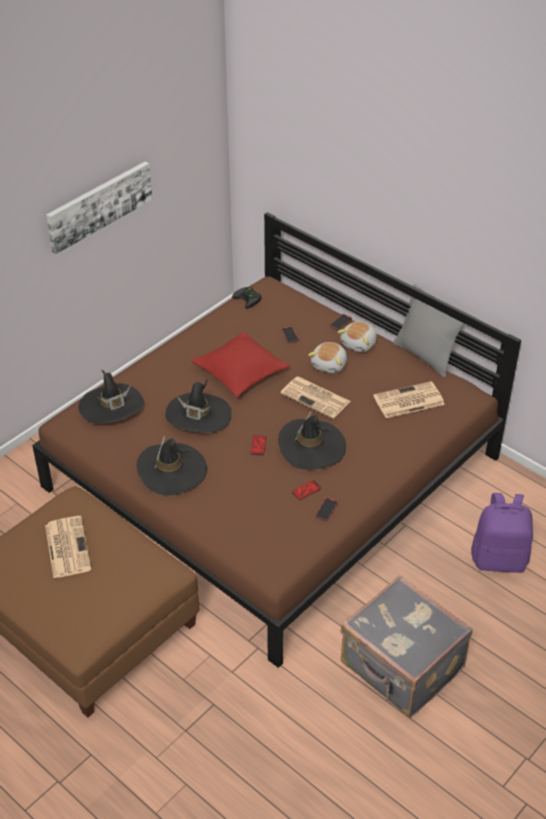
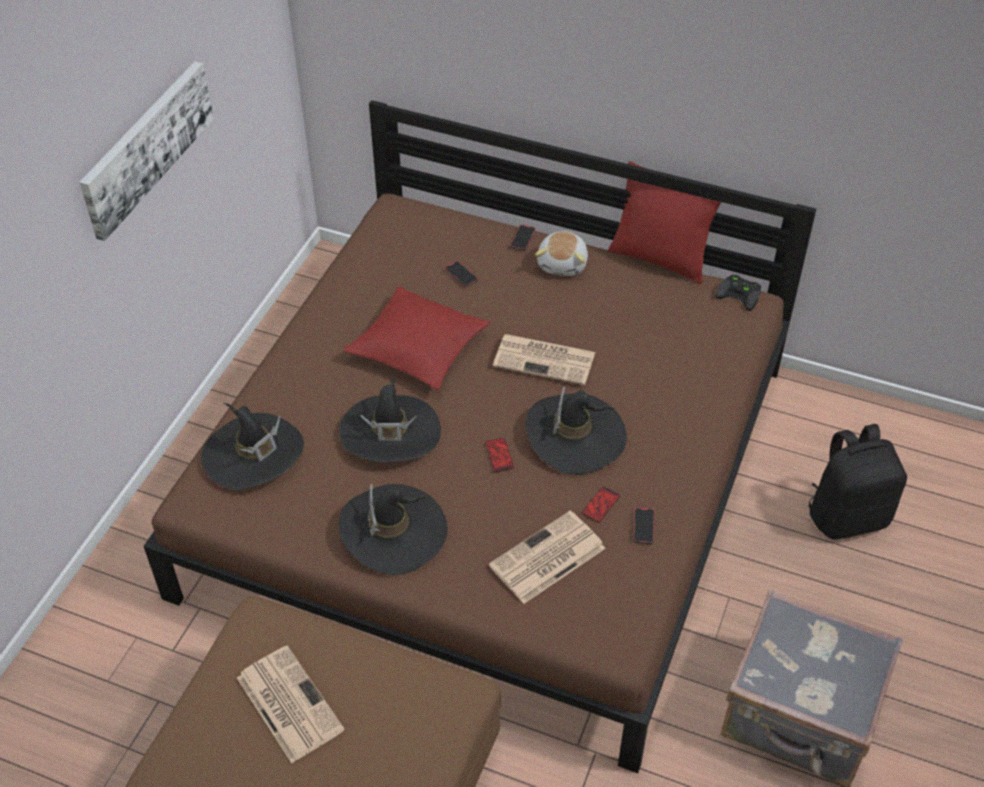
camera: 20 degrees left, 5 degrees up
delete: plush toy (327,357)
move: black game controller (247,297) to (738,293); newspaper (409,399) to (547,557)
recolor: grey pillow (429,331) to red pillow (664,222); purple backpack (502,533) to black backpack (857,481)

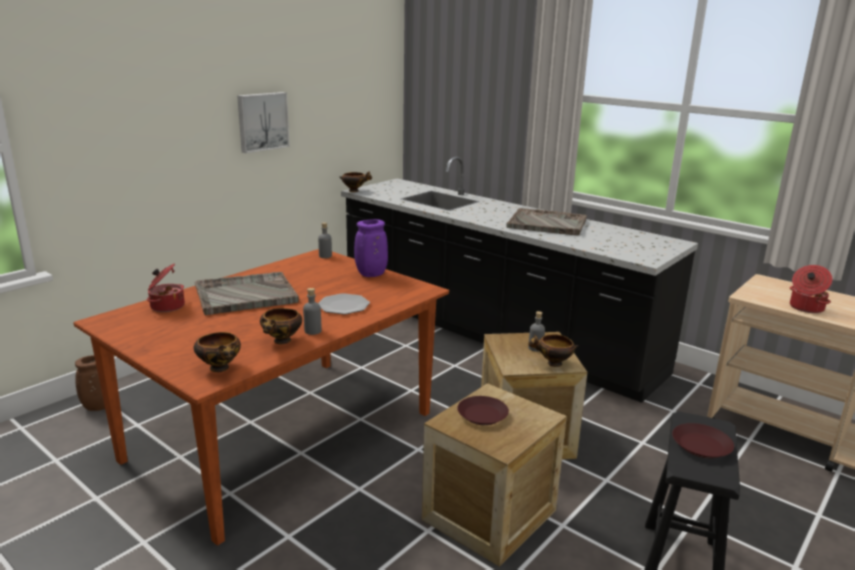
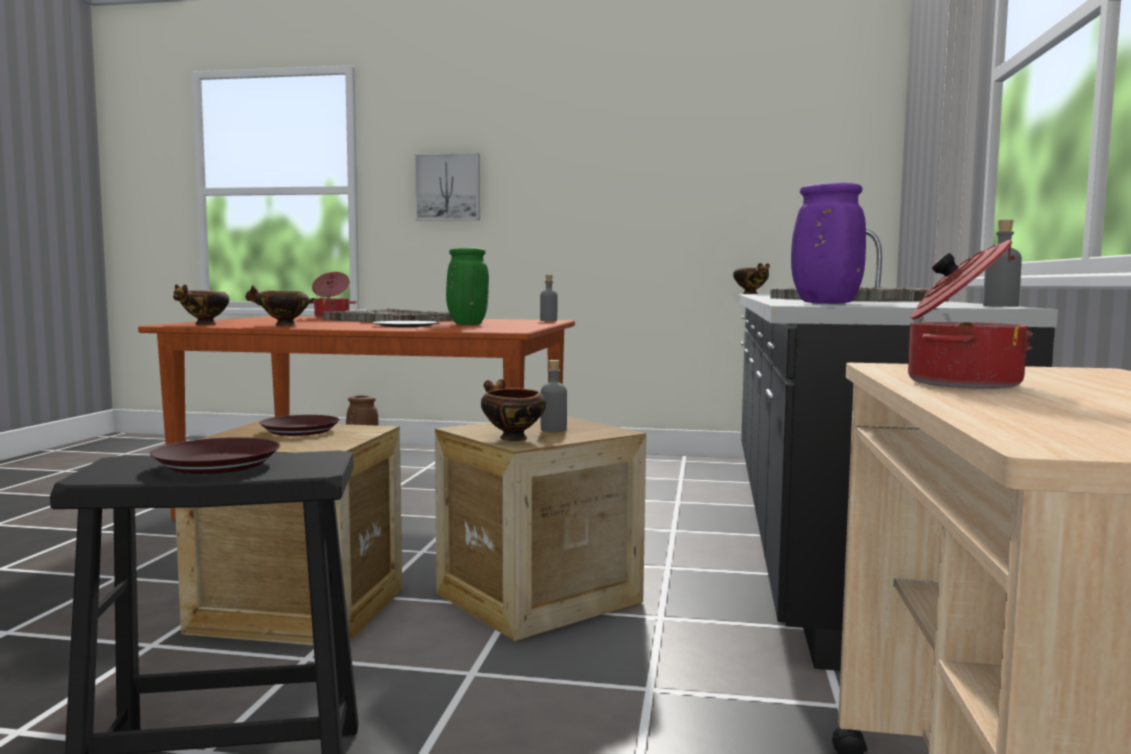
camera: 60 degrees right, 15 degrees down
insert: green vase (467,286)
move: picture (263,122) to (447,187); purple vase (371,248) to (828,243); grey bottle (312,311) to (1002,263)

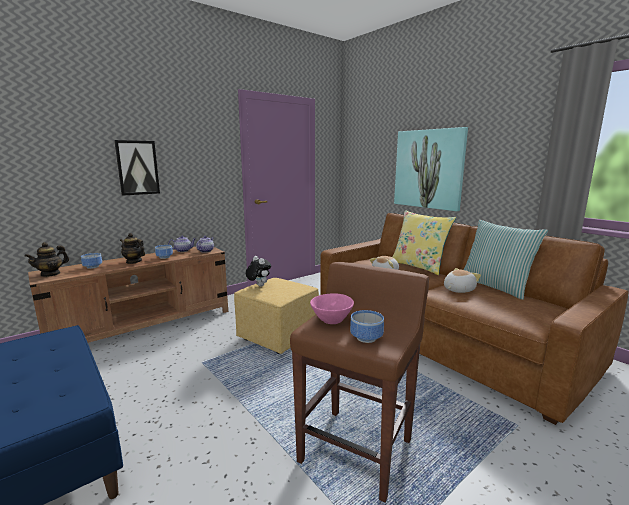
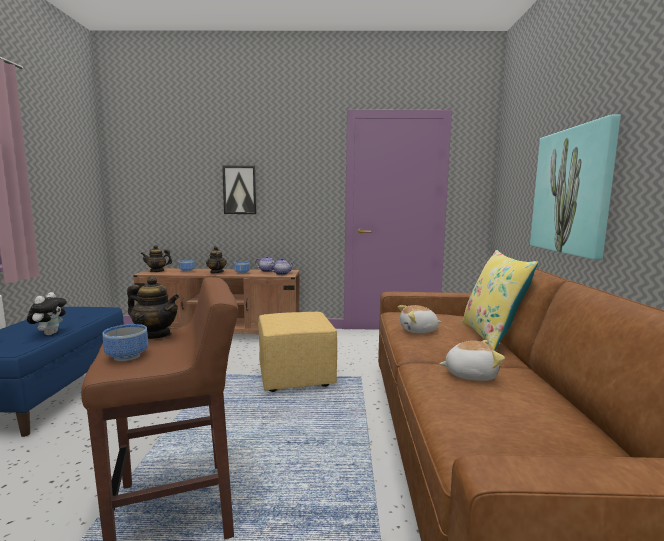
camera: 40 degrees right, 5 degrees down
delete: pillow (505,260)
move: plush toy (258,271) to (47,313)
replace: pink bowl (332,308) to teapot (153,307)

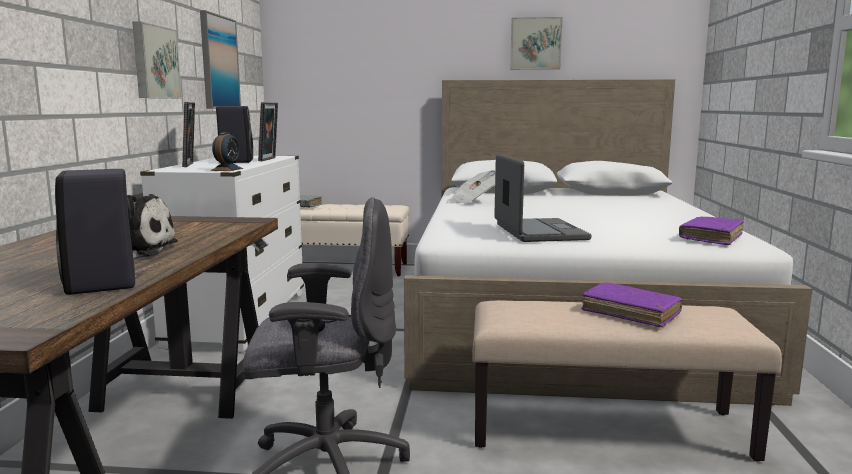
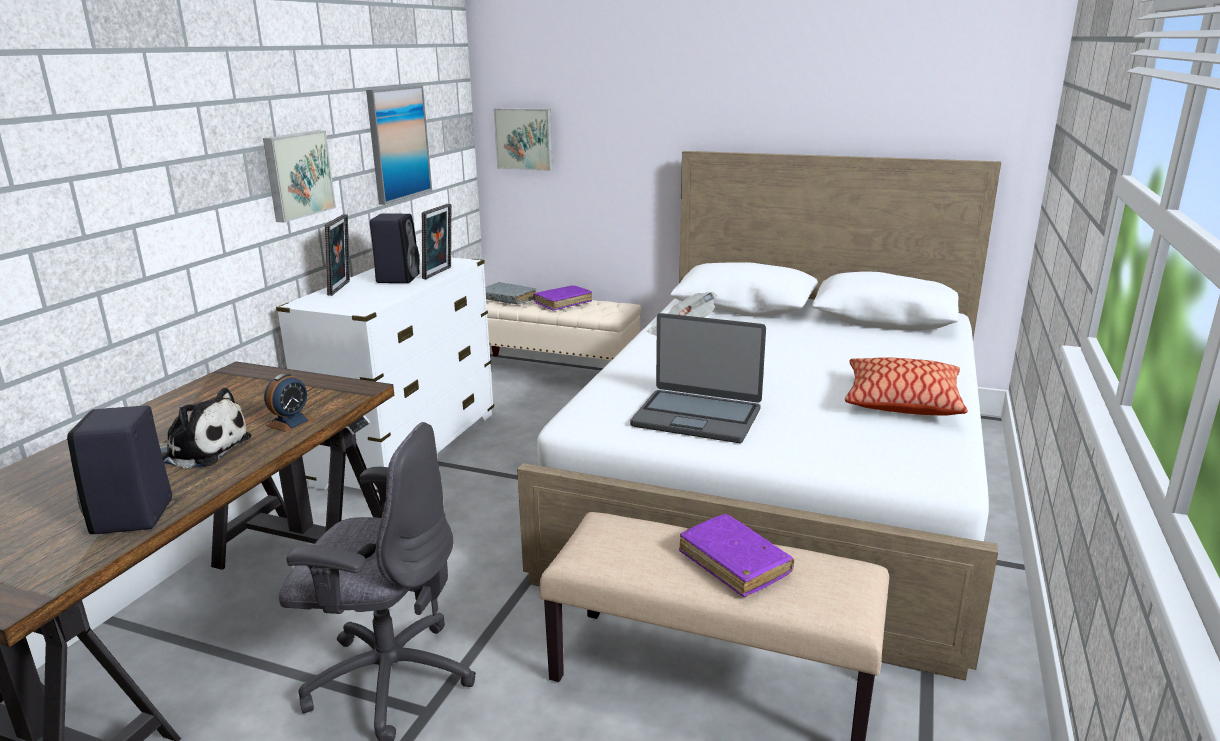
camera: 15 degrees right, 10 degrees up
insert: pillow (906,386)
move: picture (536,43) to (523,139); alarm clock (227,151) to (289,402); purple book (711,230) to (562,298)
rotate: laptop (542,198) = (698,378) 105 degrees clockwise

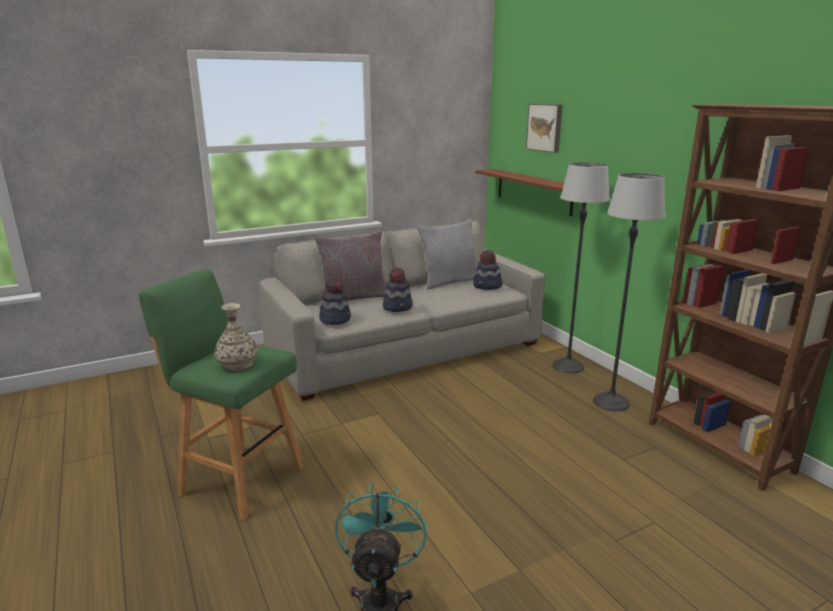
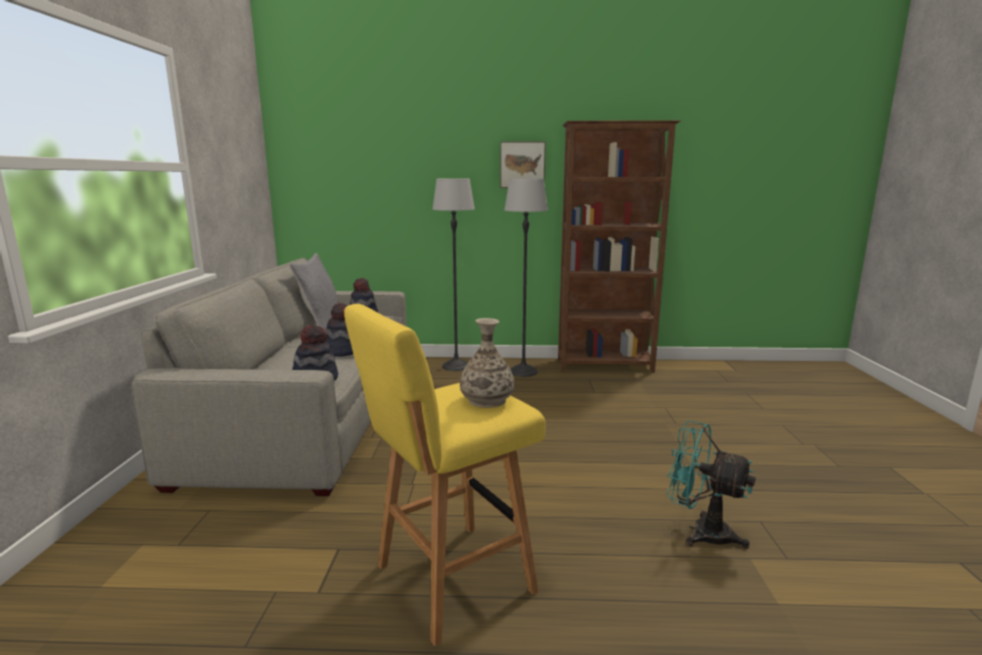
camera: 60 degrees left, 5 degrees down
delete: brown shelf (524,192); grey pillow (351,265)
move: picture (544,128) to (523,164)
recolor: green stool (221,395) to yellow stool (445,475)

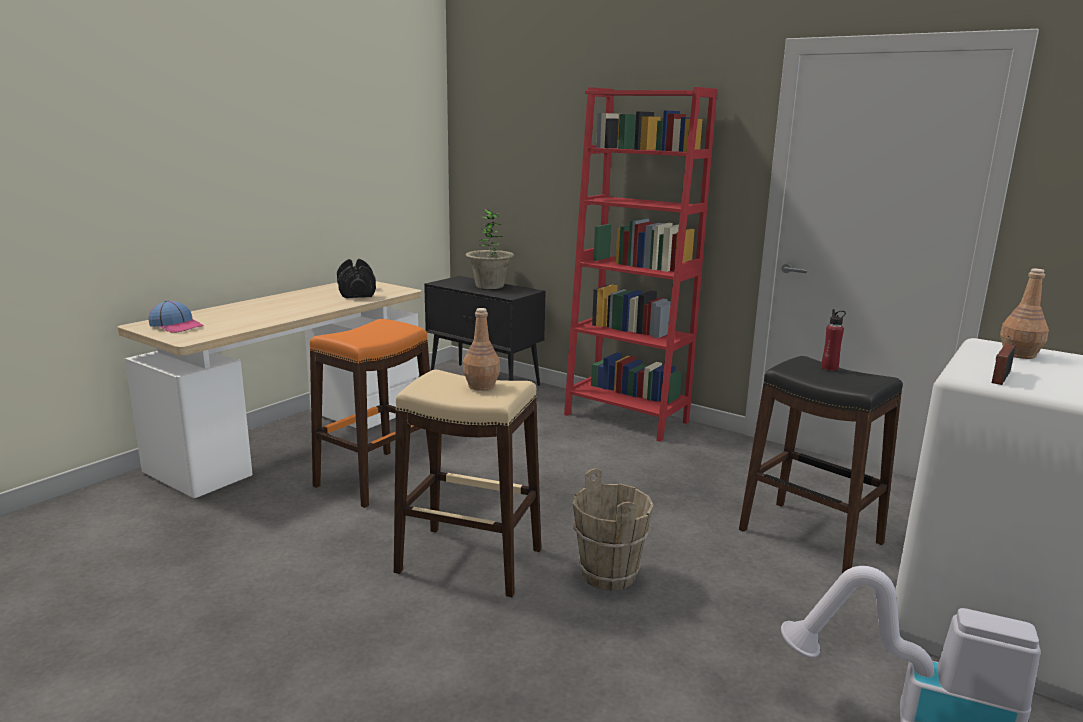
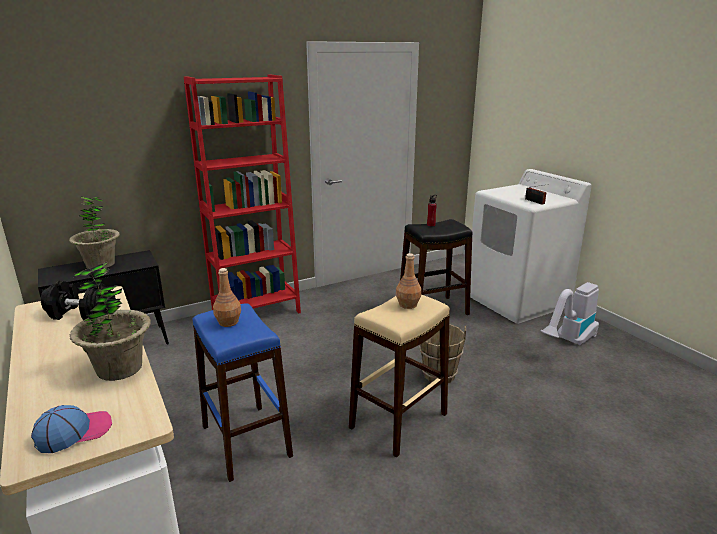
camera: 65 degrees left, 5 degrees up
insert: potted plant (110,321)
move: brown bottle (1024,314) to (227,297)
recolor: orange stool (370,413) to blue stool (243,392)

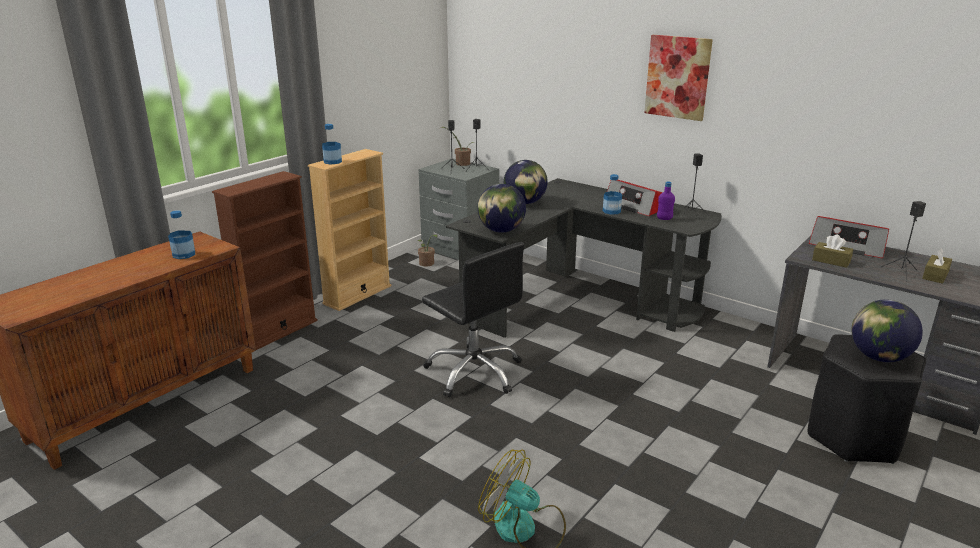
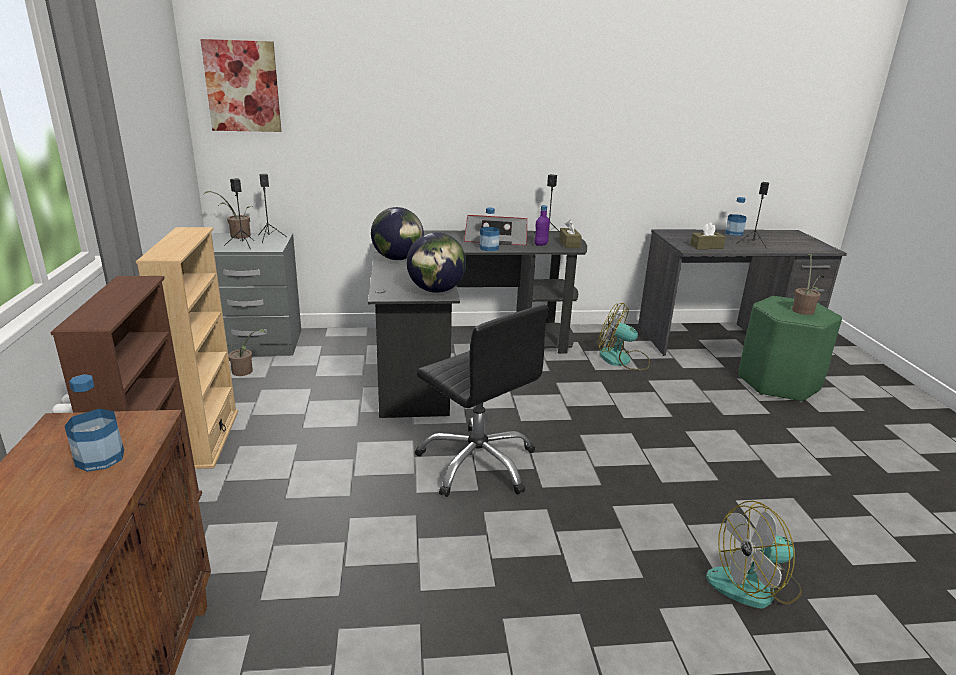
camera: 45 degrees left, 0 degrees up
delete: radio (849,237)
insert: fan (623,336)
move: picture (678,78) to (240,85); bottle (332,144) to (736,216); brown tissue box (937,266) to (570,234)
replace: globe (887,331) to potted plant (808,284)
recolor: black stool (867,399) to green stool (790,349)
rotate: black office chair (473,320) = (482,401) 45 degrees clockwise

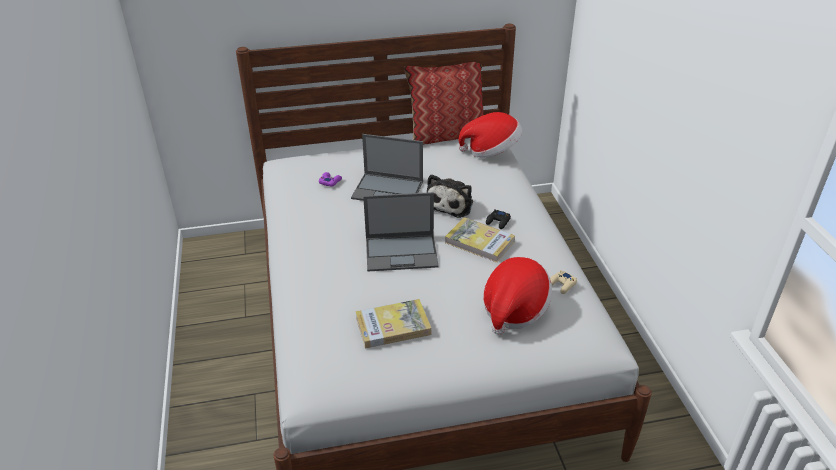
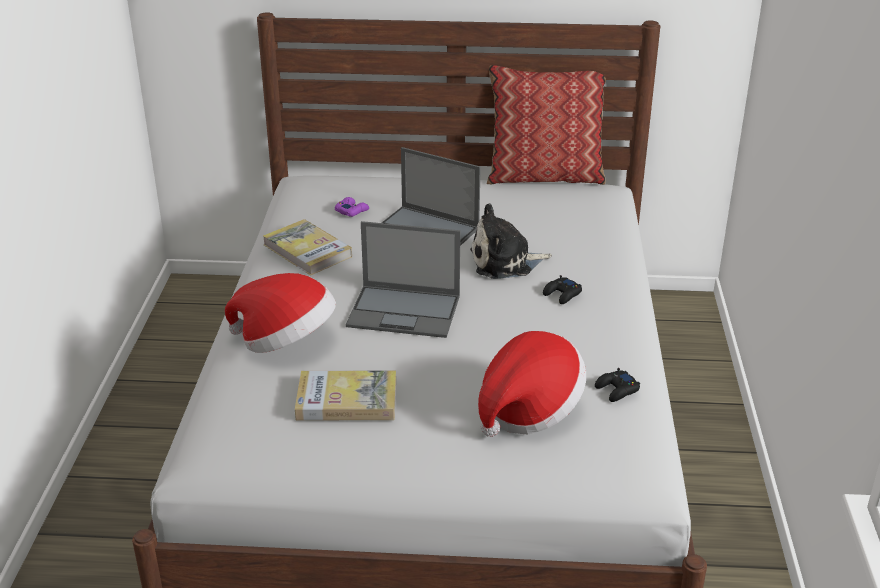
camera: 15 degrees right, 5 degrees down
move: hat (490,135) to (280,313); book (480,240) to (307,247)
recolor: beige game controller (563,282) to black game controller (617,385)
rotate: plush toy (450,196) = (511,241) 45 degrees clockwise

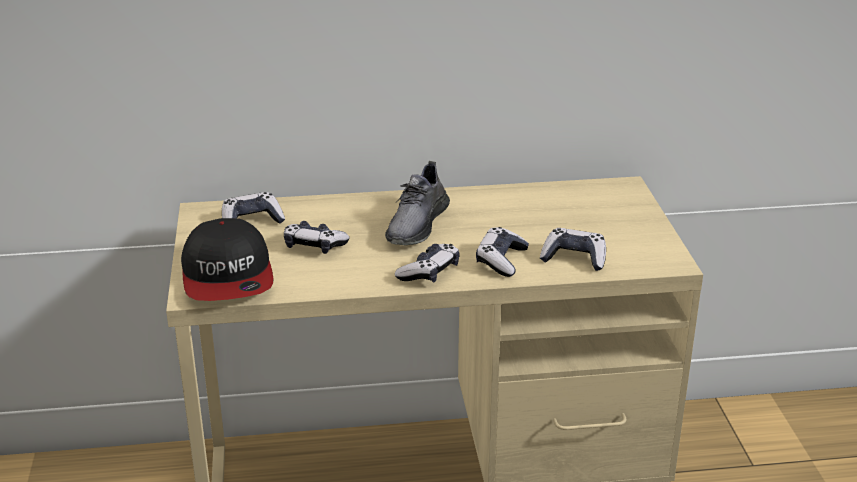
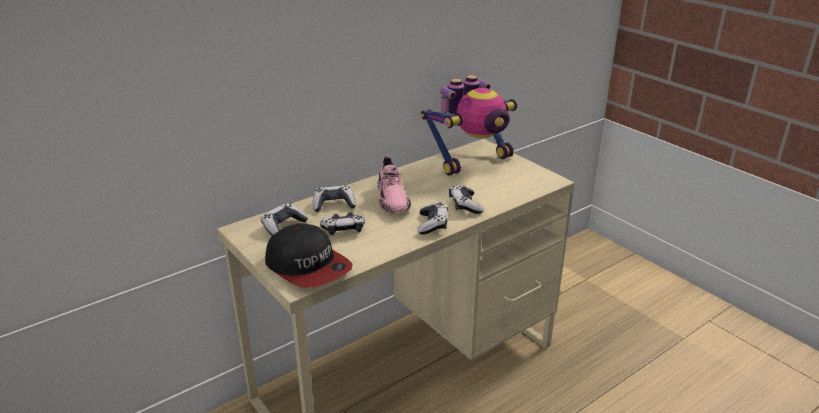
camera: 30 degrees left, 0 degrees up
insert: toy robot (469,125)
move: game controller (573,249) to (334,198)
recolor: grey shoe (417,203) to pink shoe (394,184)

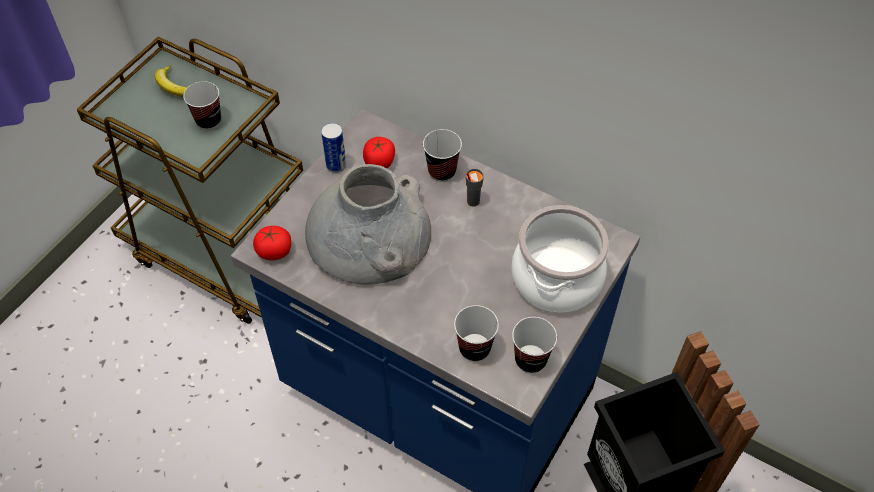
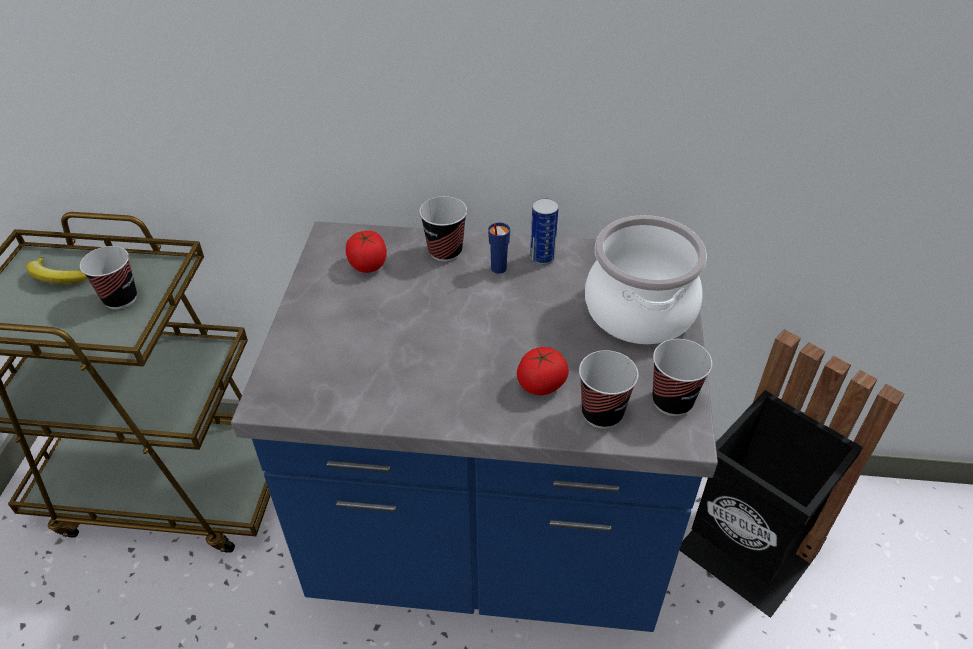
camera: 25 degrees left, 10 degrees down
delete: grey vase (368,224)
move: can (333,148) to (544,232); tomato (272,243) to (543,371)
recolor: grey cup (475,188) to blue cup (499,248)

